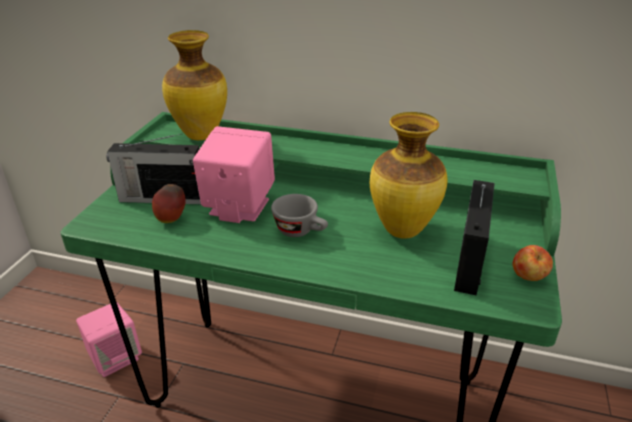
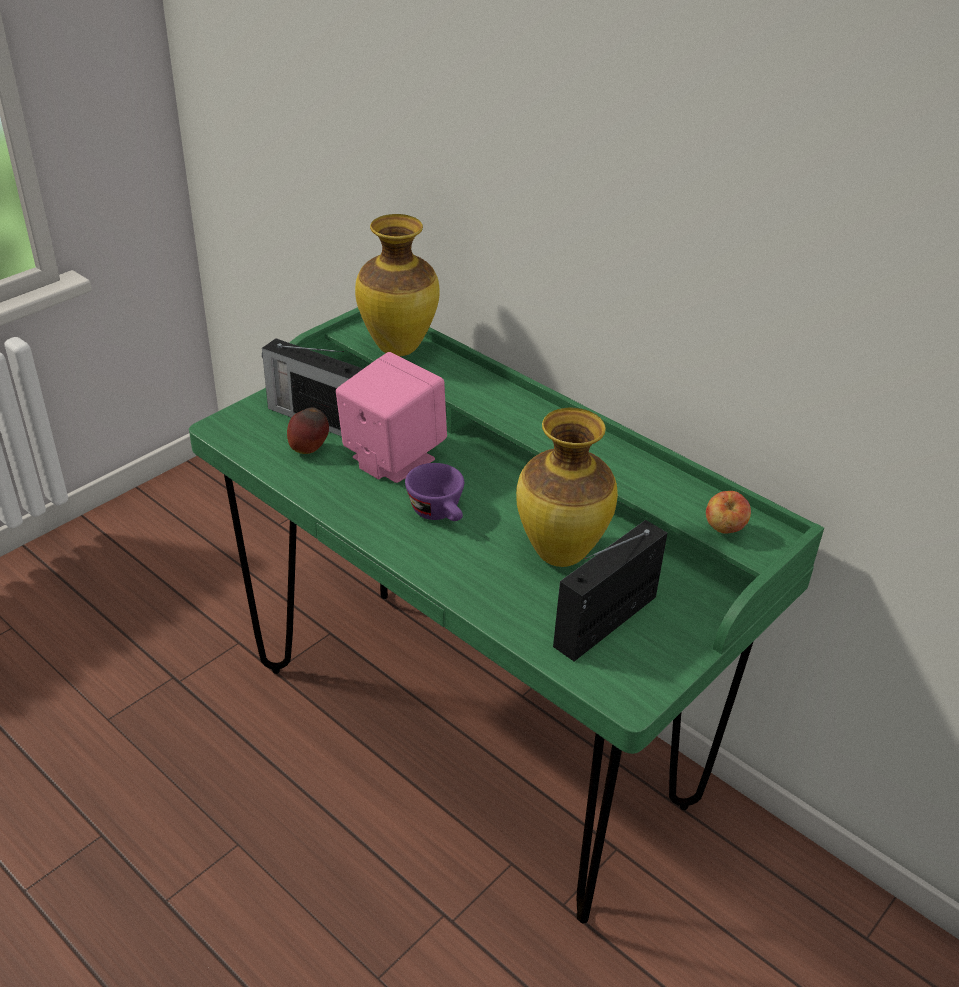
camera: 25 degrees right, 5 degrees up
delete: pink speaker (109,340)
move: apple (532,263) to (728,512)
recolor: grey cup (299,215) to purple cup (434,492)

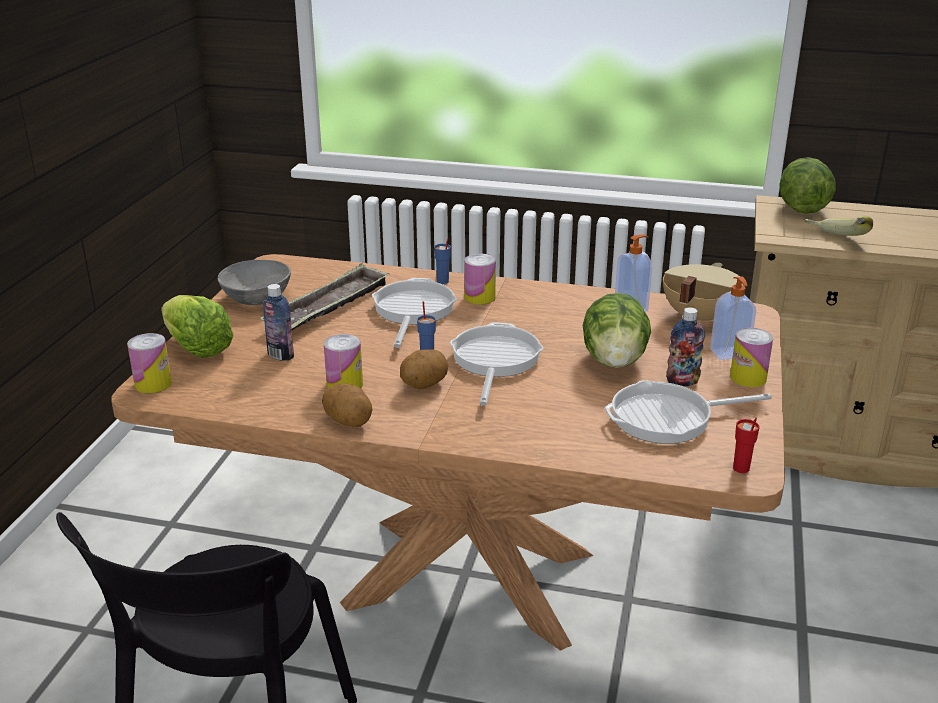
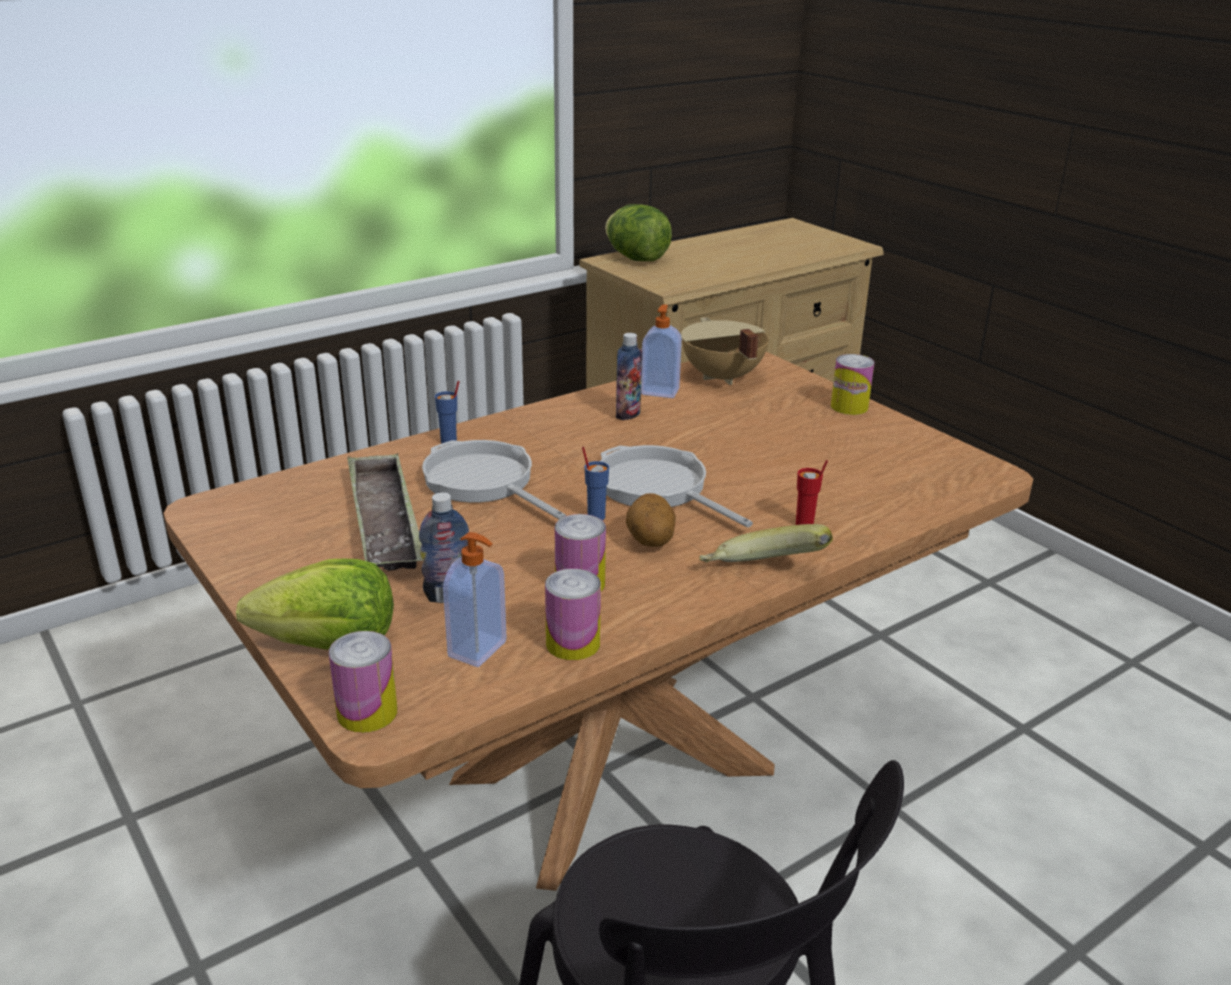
camera: 50 degrees left, 0 degrees up
delete: grey bowl (254,282); lettuce (617,330); frying pan (688,412); potato (347,405)
move: banana (838,225) to (766,543); can (480,279) to (573,614); soap dispenser (733,318) to (475,599); bottle (685,346) to (629,376); red cup (746,445) to (812,492)

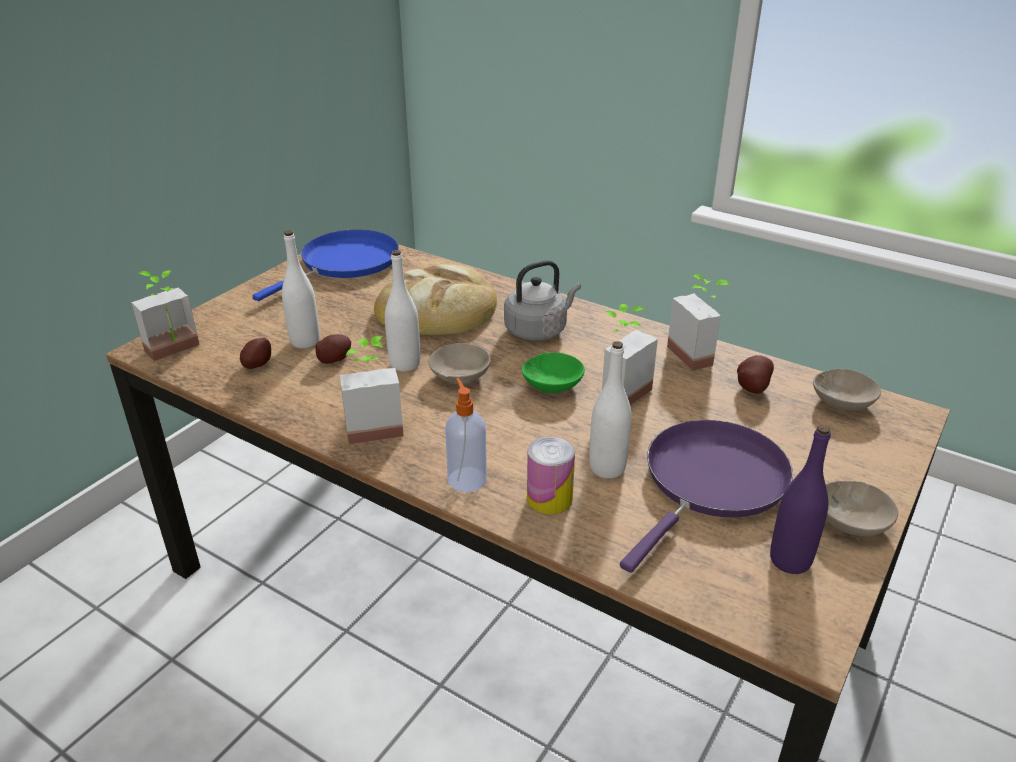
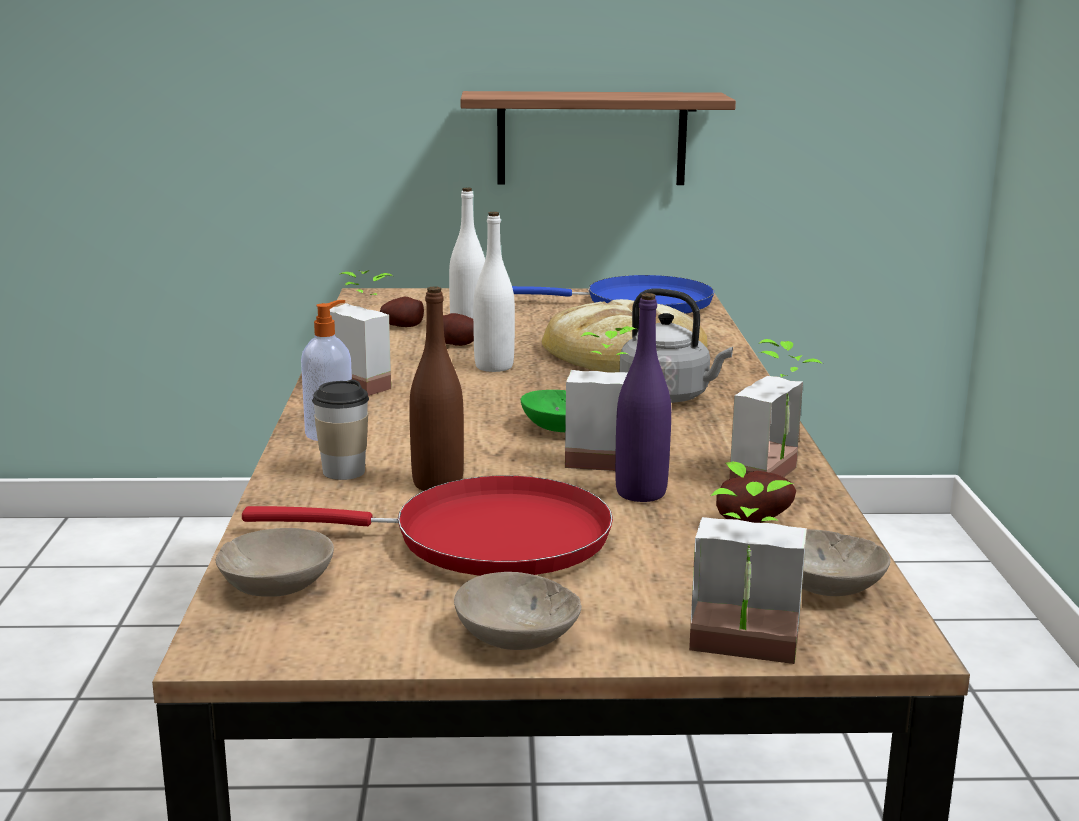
camera: 55 degrees right, 15 degrees down
insert: shelf (598,138)
move: potted plant (165,315) to (748,562); beige bowl (460,363) to (275,562); purple bottle (800,499) to (643,397)
replace: can (551,475) to cup (340,430)
recolor: white bottle (610,409) to brown bottle (436,388); purple frying pan (706,496) to red frying pan (427,526)

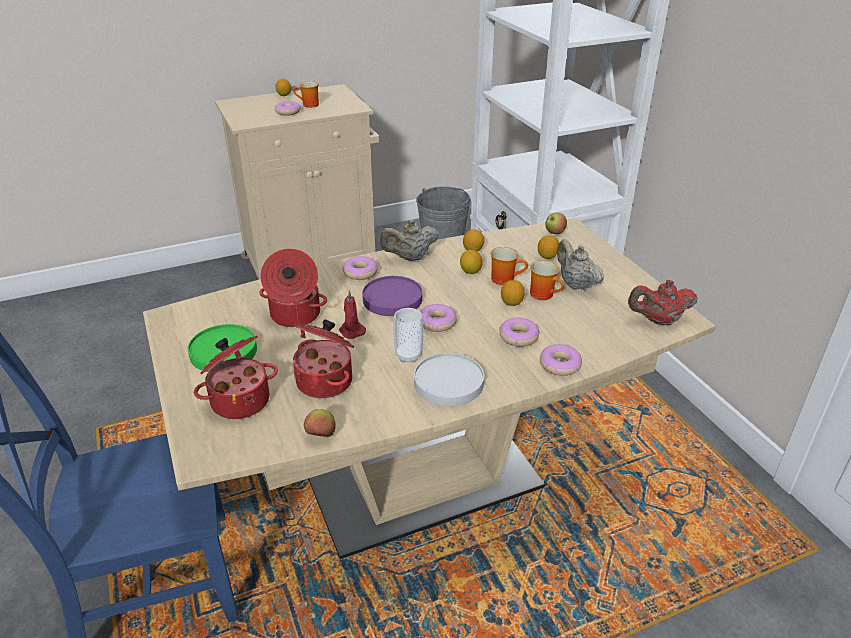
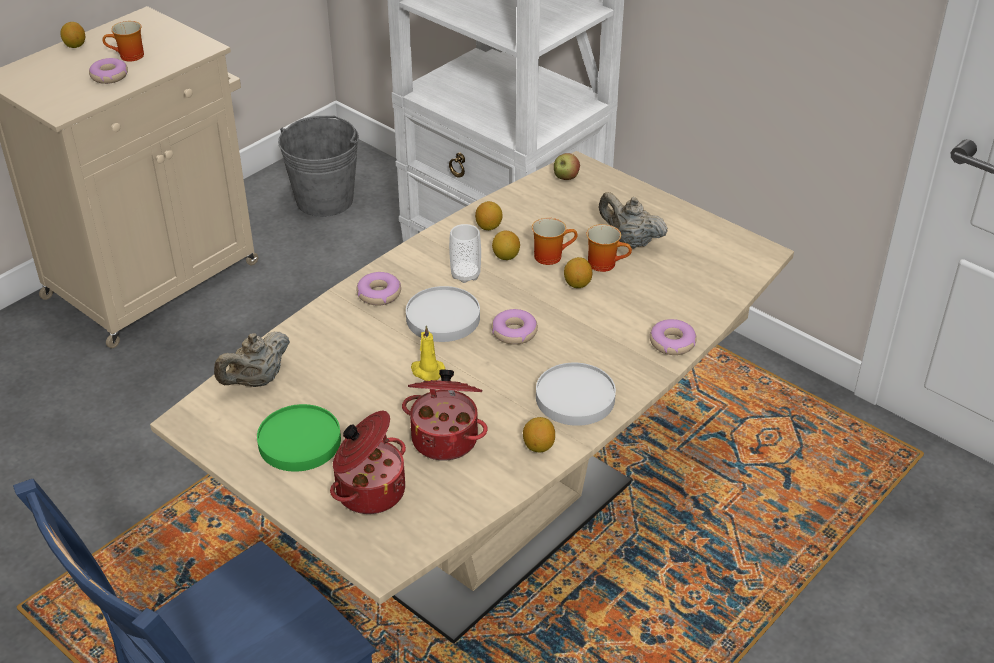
camera: 25 degrees left, 5 degrees up
delete: cooking pot (293,288); red teapot (663,302); donut (519,332); apple (319,423)
move: beige teapot (409,240) to (252,359); lemon (548,247) to (539,435); cup (408,335) to (465,253)
recolor: purple plate (392,296) to white plate (443,314); red candle (352,314) to yellow candle (428,353)

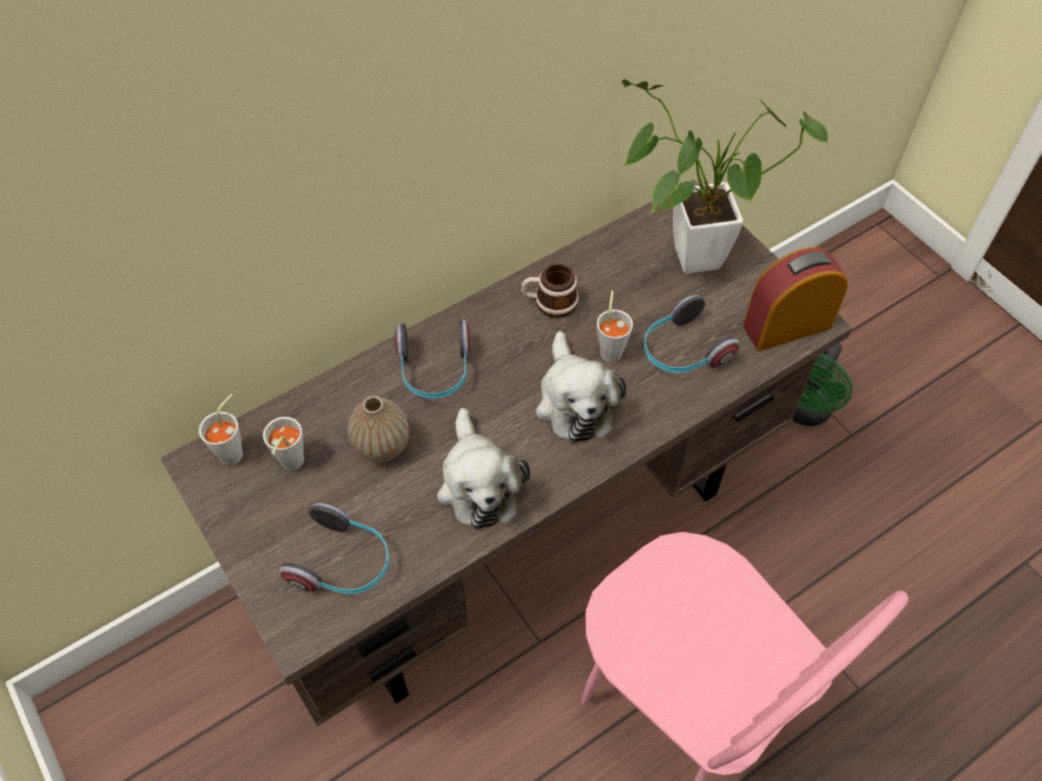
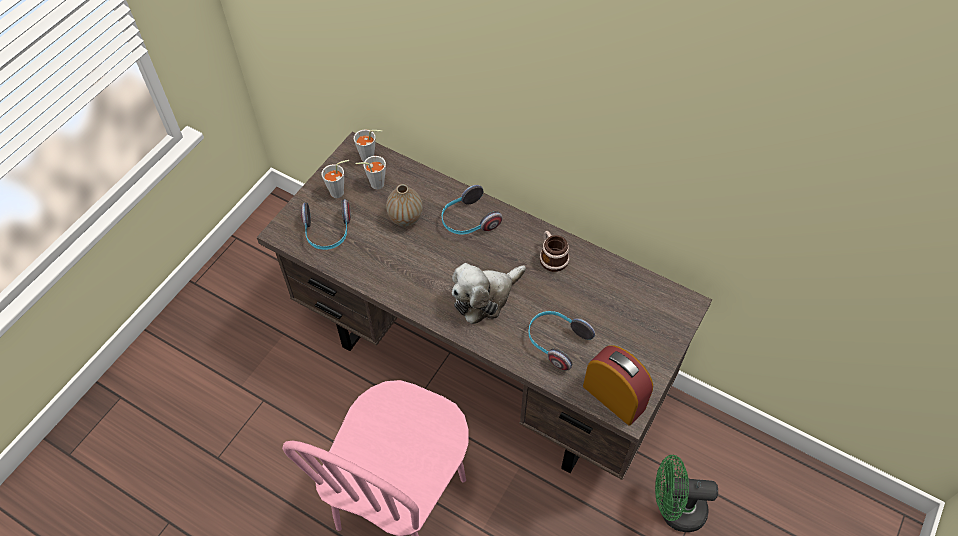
camera: 65 degrees right, 0 degrees up
delete: potted plant (725,176); plush toy (483,469)
move: grey cup (615,326) to (335,179)

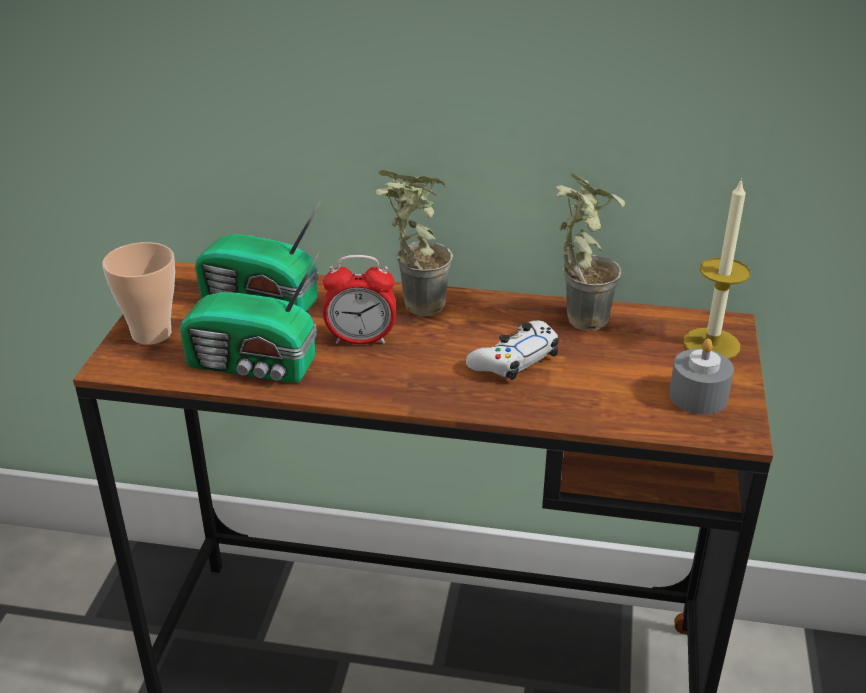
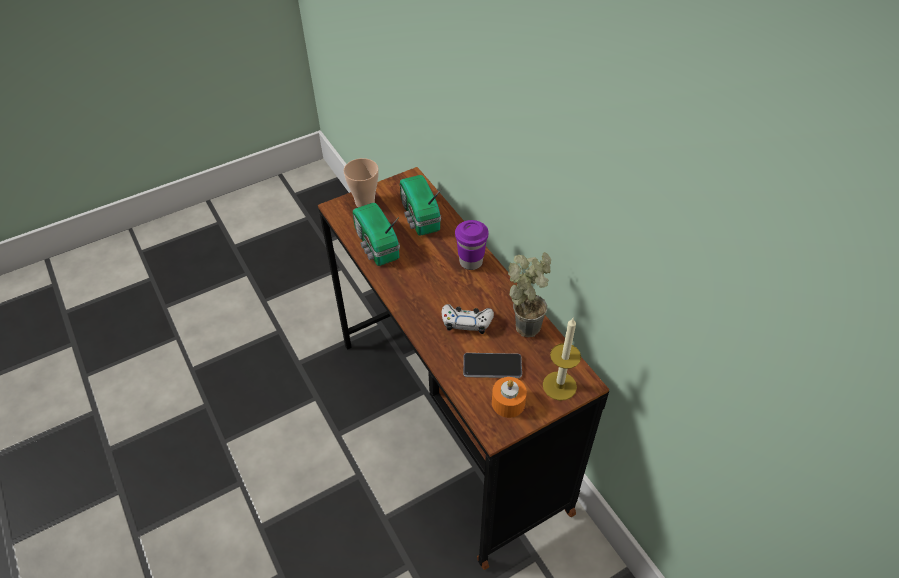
camera: 50 degrees right, 15 degrees up
delete: alarm clock (359,299)
insert: phone (492,365)
replace: potted plant (414,243) to purple cup (471,245)
recolor: grey candle (701,376) to orange candle (509,397)

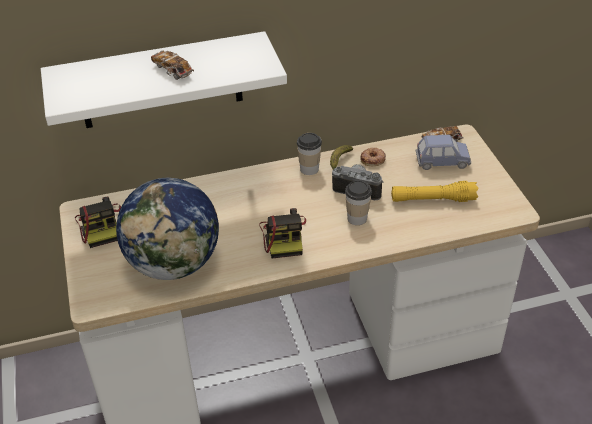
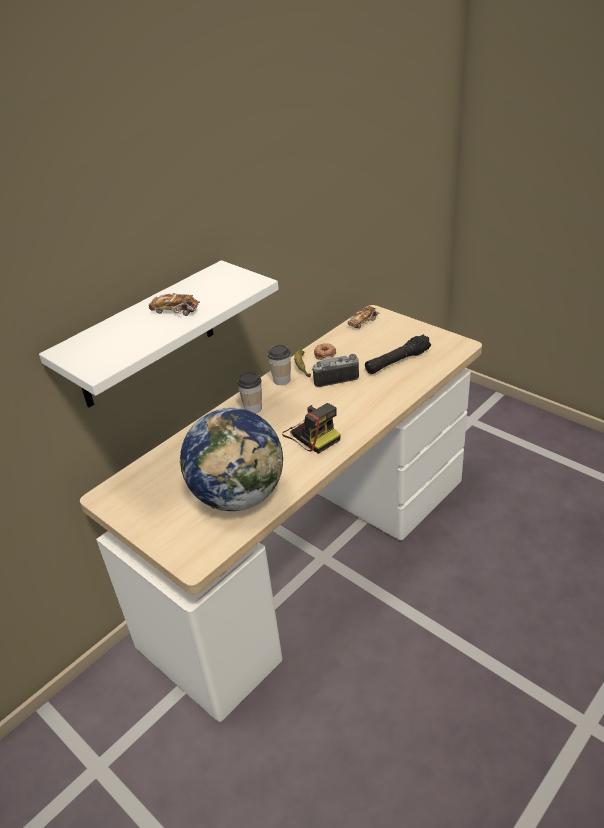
camera: 30 degrees left, 5 degrees down
delete: blue toy car (443,152); photo camera (98,222)
move: cup (358,202) to (249,393)
recolor: yellow flashlight (434,191) to black flashlight (398,354)

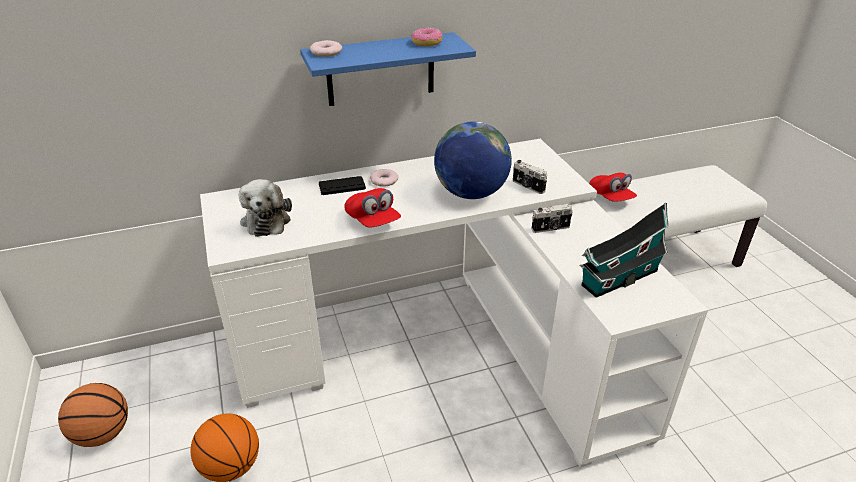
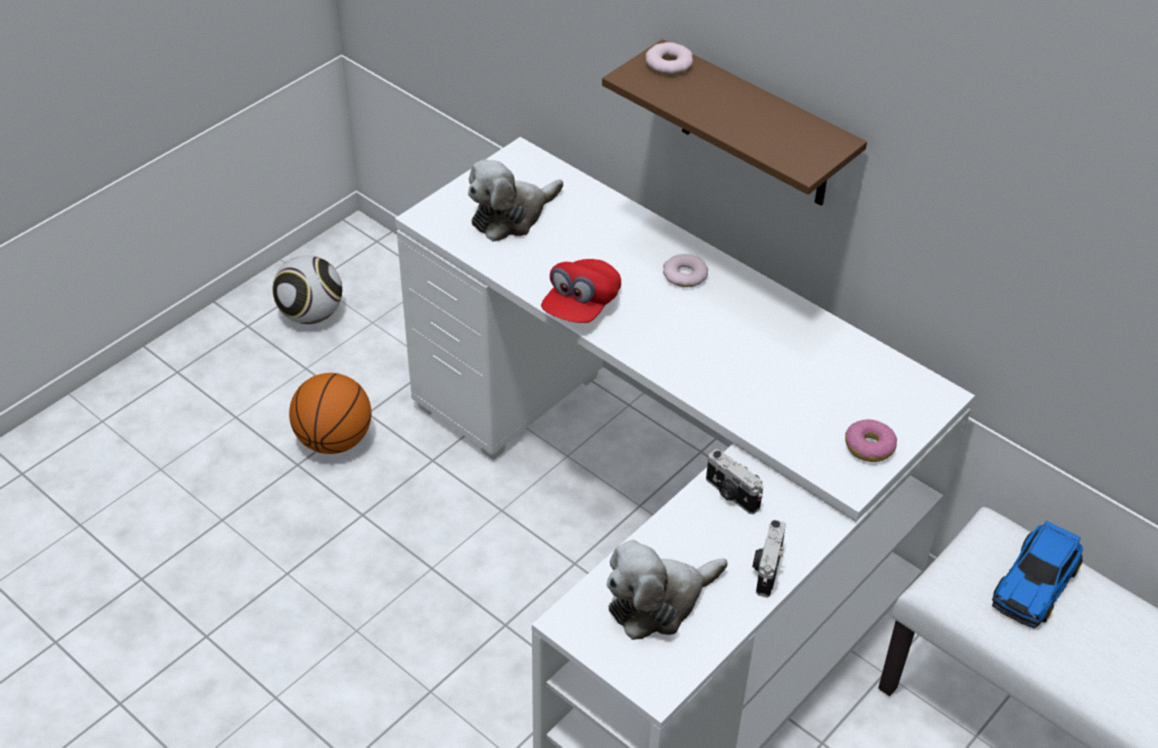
camera: 60 degrees right, 10 degrees up
delete: globe (473,160); black game controller (342,185)
move: donut (426,37) to (871,440); photo camera (530,177) to (769,558)
replace: red cap (613,187) to toy car (1037,575); toy house (624,250) to plush toy (667,590); basketball (93,415) to football (307,289)
recolor: blue shelf (388,69) to brown shelf (734,122)

